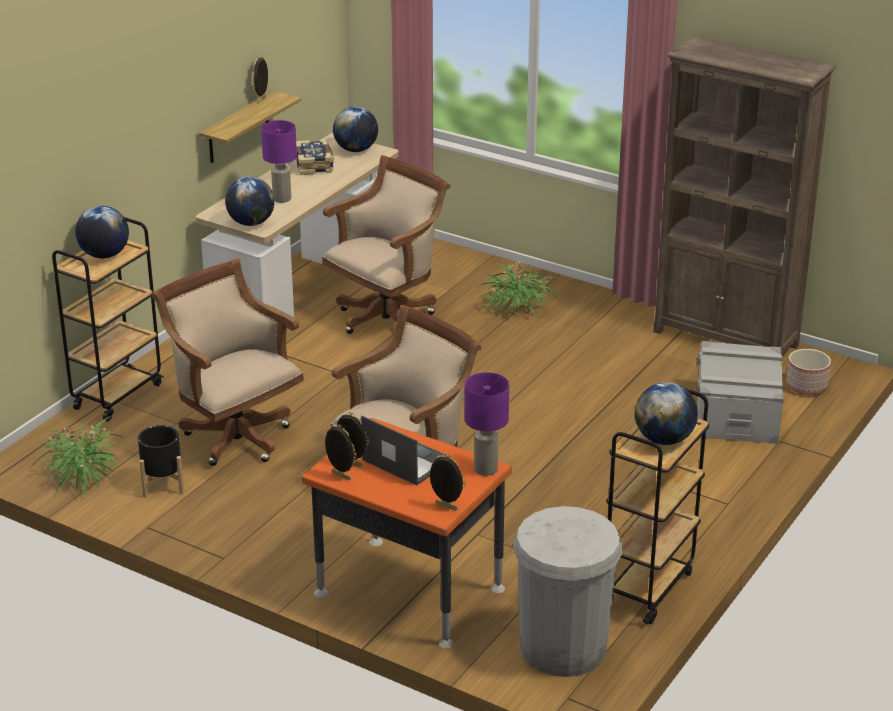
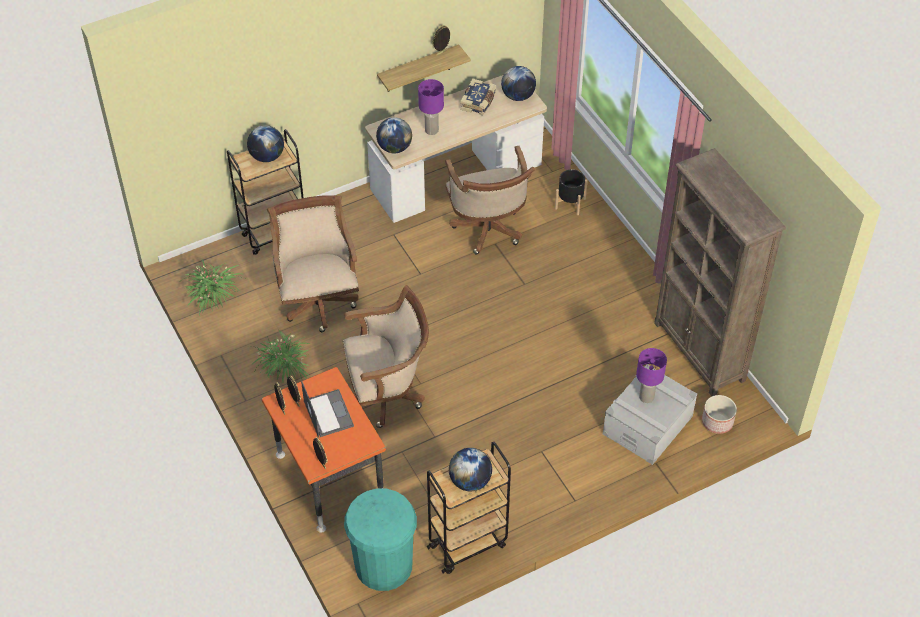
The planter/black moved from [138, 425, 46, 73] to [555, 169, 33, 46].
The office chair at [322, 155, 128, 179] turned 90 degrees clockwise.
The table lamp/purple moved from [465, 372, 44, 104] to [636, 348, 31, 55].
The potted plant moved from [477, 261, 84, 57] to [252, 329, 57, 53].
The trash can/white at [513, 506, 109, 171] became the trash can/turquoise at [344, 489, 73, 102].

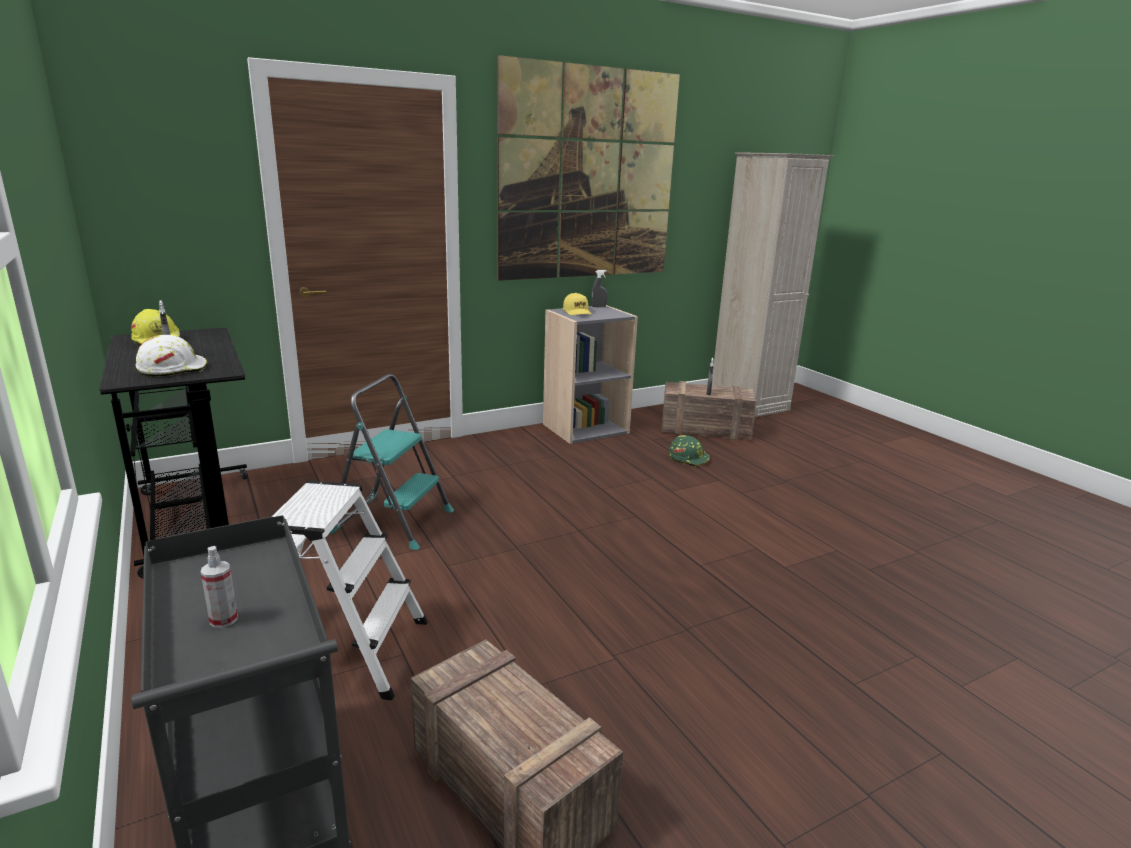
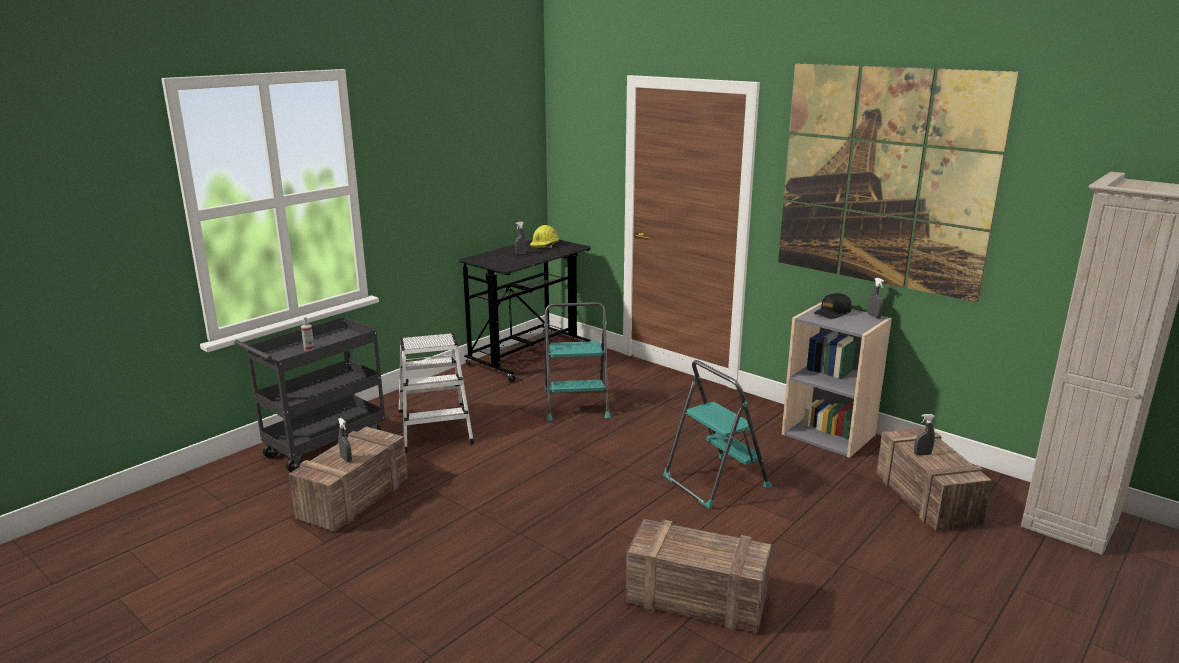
The hard hat/white at [136, 335, 72, 42] disappeared.
The cap/yellow at [563, 293, 28, 22] became the cap/black at [814, 293, 37, 25].
The hard hat/green at [669, 435, 41, 32] disappeared.
The spray bottle/grey at [338, 418, 14, 44] appeared.
The crate at [626, 519, 146, 114] appeared.
The step ladder/turquoise at [663, 360, 109, 149] appeared.

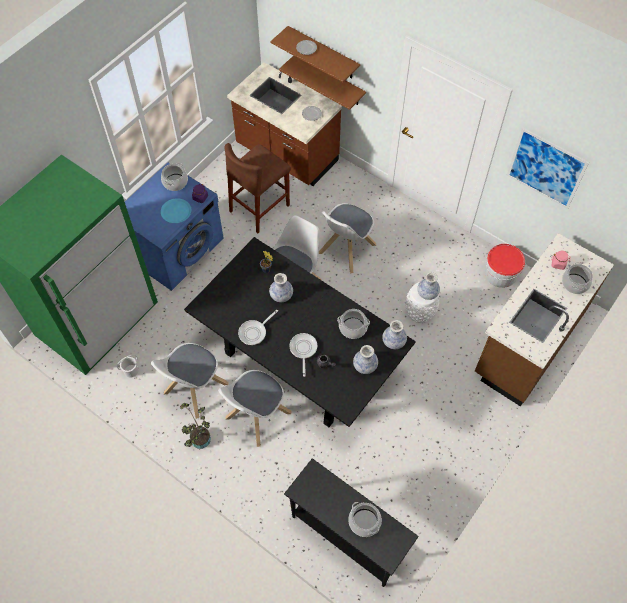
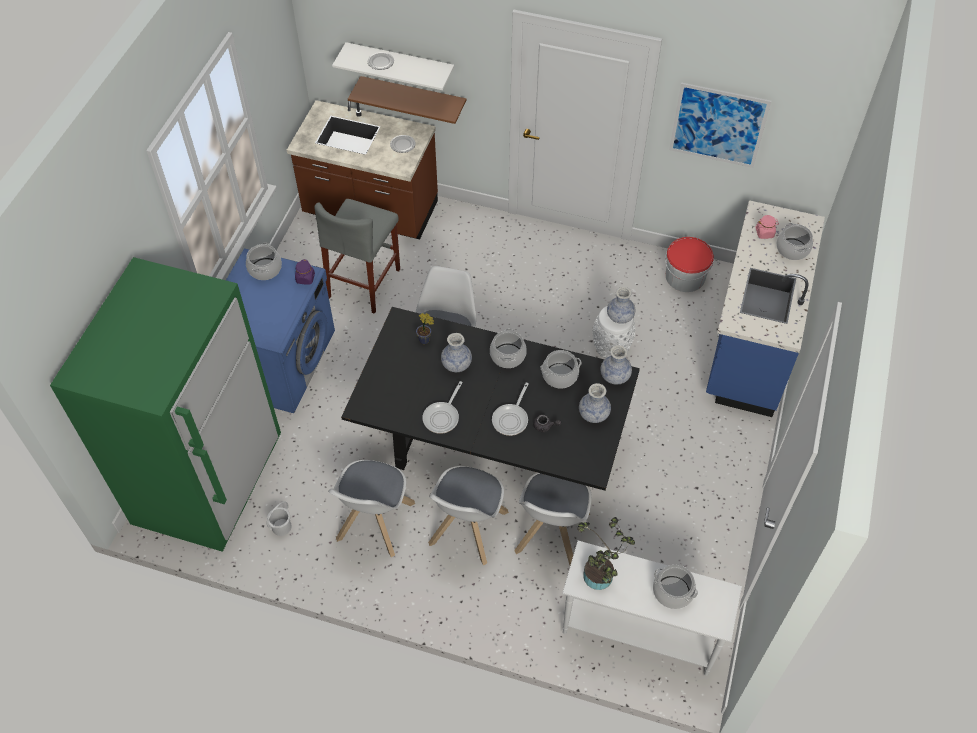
The plate/blue at [161, 198, 30, 25] disappeared.
The potted plant moved from [180, 403, 31, 46] to [577, 517, 58, 73].
The stool/brown at [225, 143, 66, 90] became the stool/grey at [315, 199, 85, 115].
The shelf/brown at [270, 26, 90, 56] became the shelf/white at [332, 42, 122, 48].
The console table/black at [284, 458, 135, 129] became the console table/white at [562, 541, 180, 135].
The frying pan at [289, 333, 28, 44] turned 135 degrees counterclockwise.
The chair moved from [319, 203, 57, 71] to [514, 473, 78, 92].
The counter/brown at [475, 233, 139, 174] became the counter/blue at [706, 200, 119, 217].
The cooking pot at [490, 328, 37, 40] appeared.

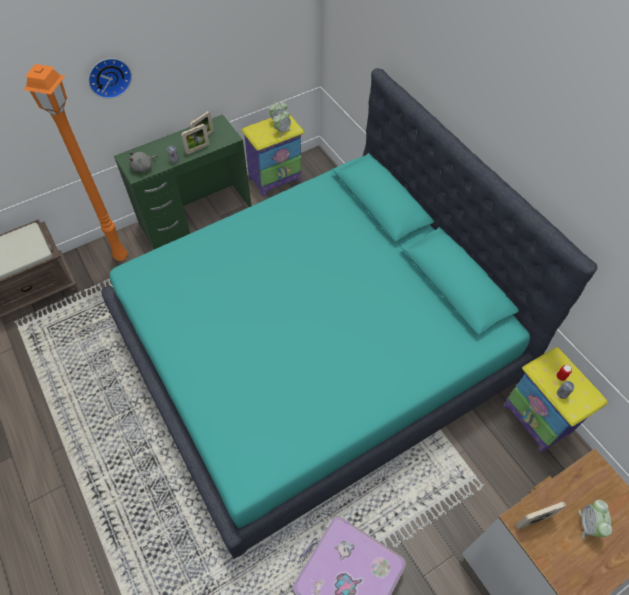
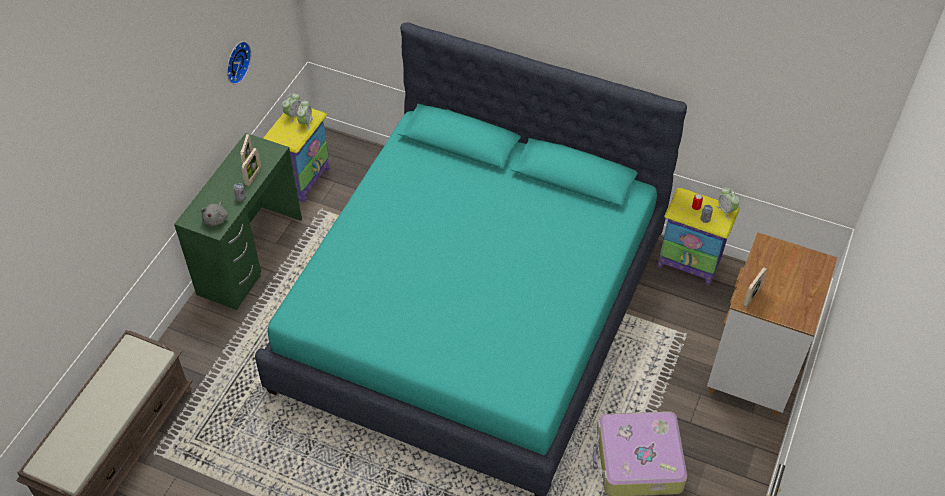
The floor lamp/orange at [23, 64, 105, 197] disappeared.
The wall clock moved from [88, 58, 44, 41] to [227, 41, 24, 43].
The alarm clock moved from [579, 500, 33, 39] to [716, 188, 24, 31].

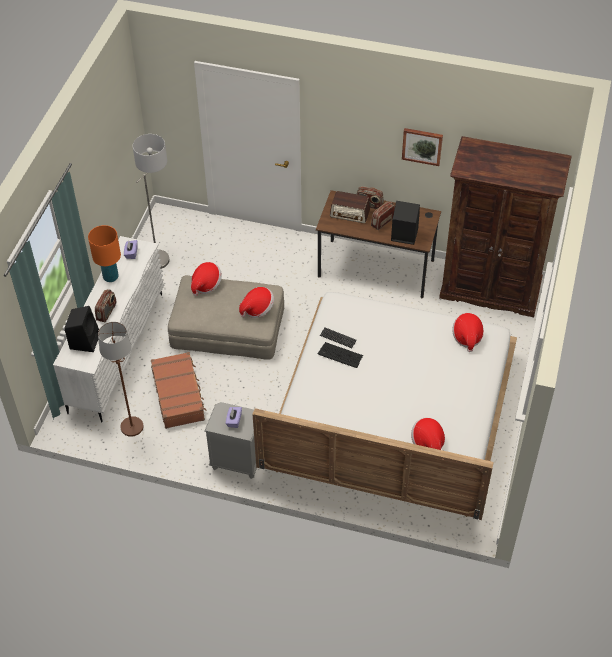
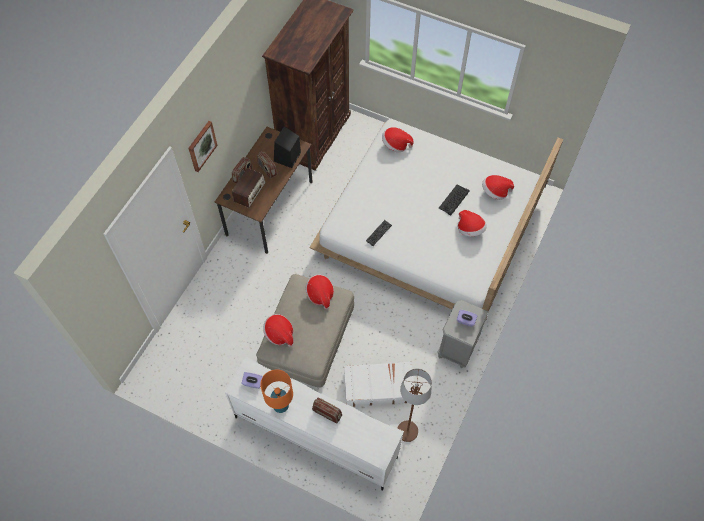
The speaker/black at [64, 306, 35, 46] disappeared.
The floor lamp/grey at [133, 134, 37, 135] disappeared.
The suitcase/brown at [151, 352, 56, 77] became the suitcase/white at [344, 361, 71, 46].
The keyboard moved from [317, 342, 46, 26] to [439, 185, 31, 31].
The picture moved from [402, 128, 41, 38] to [189, 121, 29, 51].
The hat at [458, 210, 29, 27] appeared.

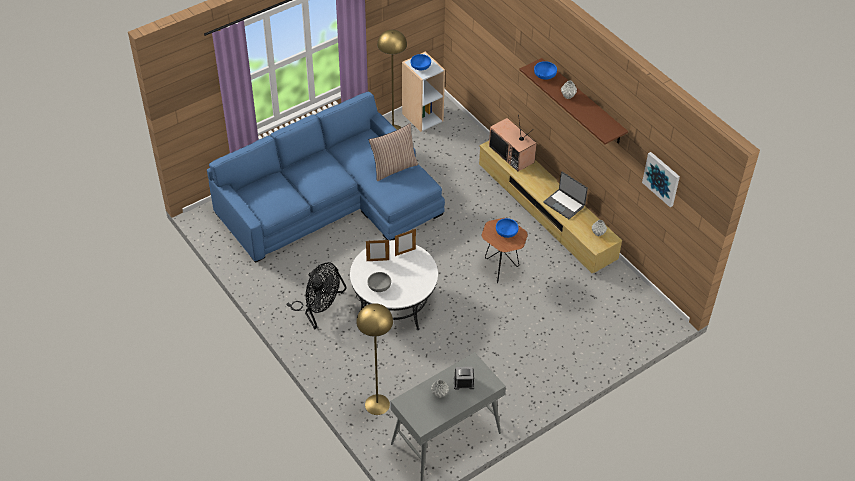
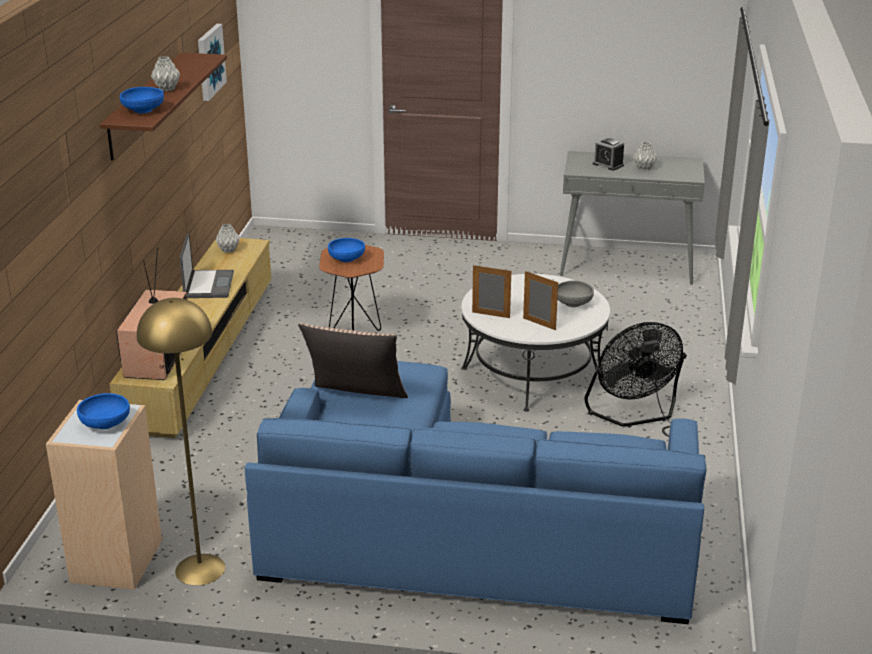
The floor lamp/yellow at [356, 303, 37, 112] disappeared.

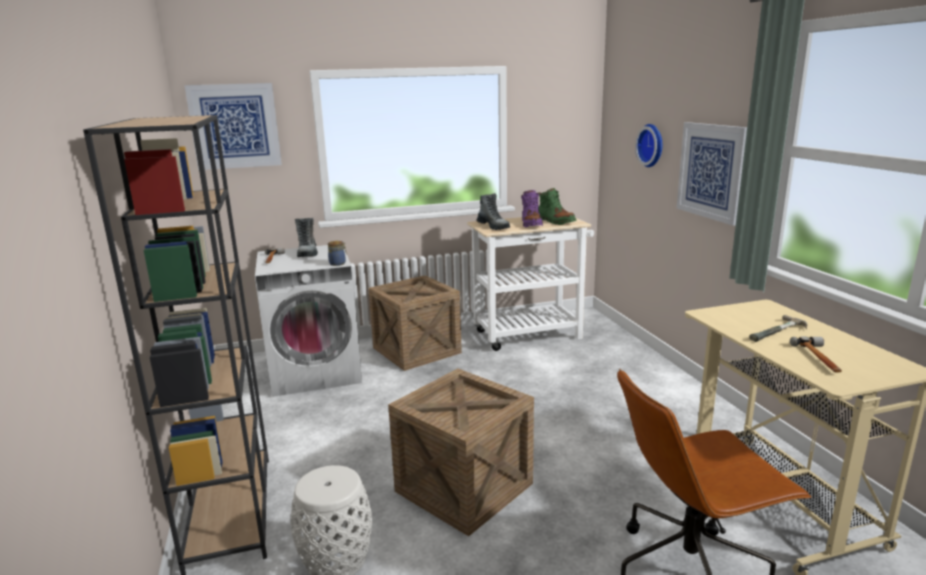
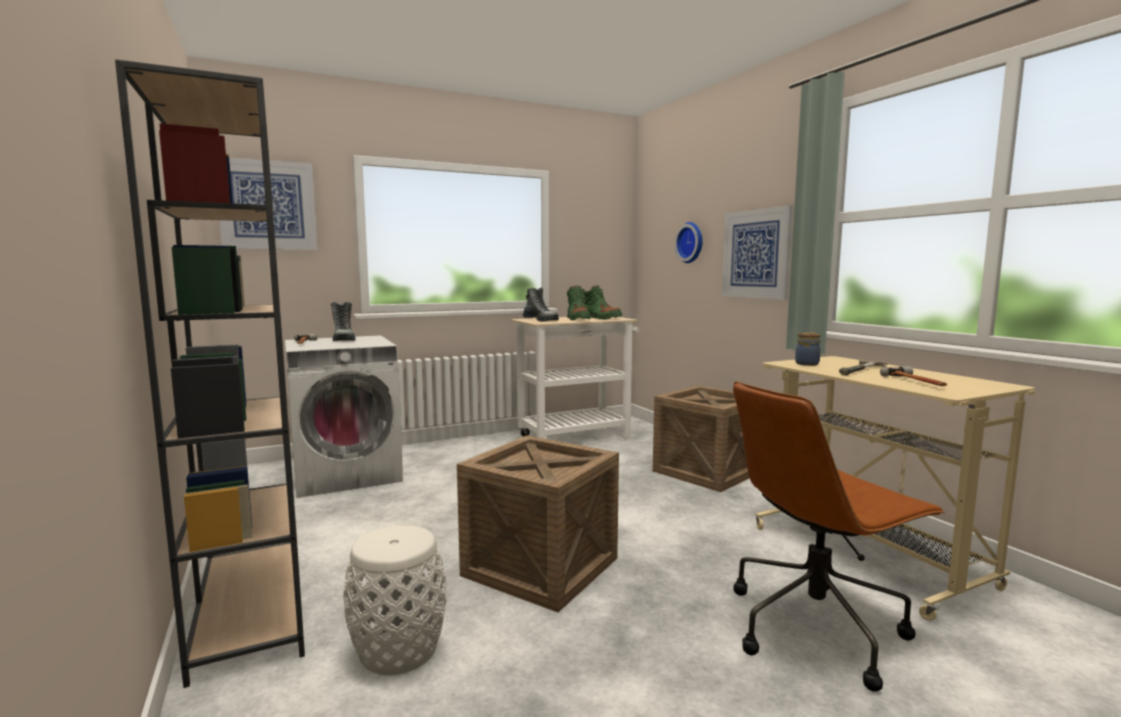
The jar moved from [328, 241, 19, 25] to [795, 332, 26, 34].
The crate moved from [368, 276, 94, 95] to [653, 386, 96, 106].
The boot/purple at [521, 190, 22, 37] became the boot/green at [567, 286, 24, 35].

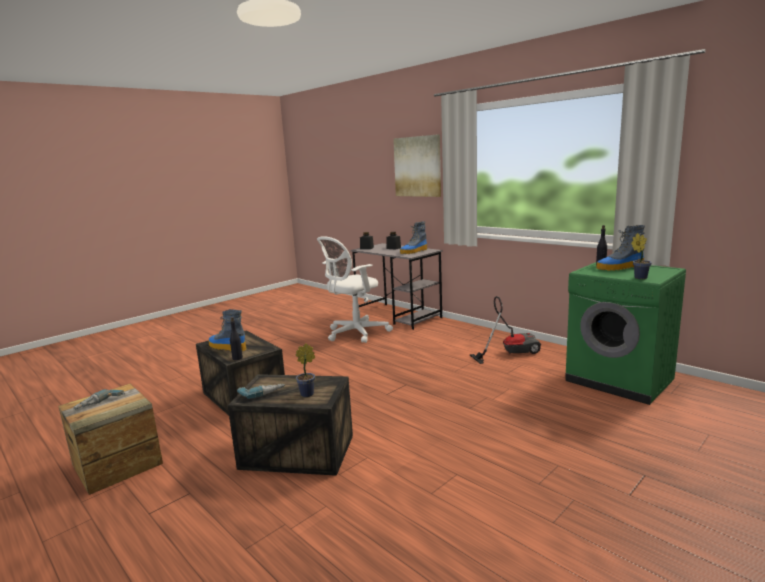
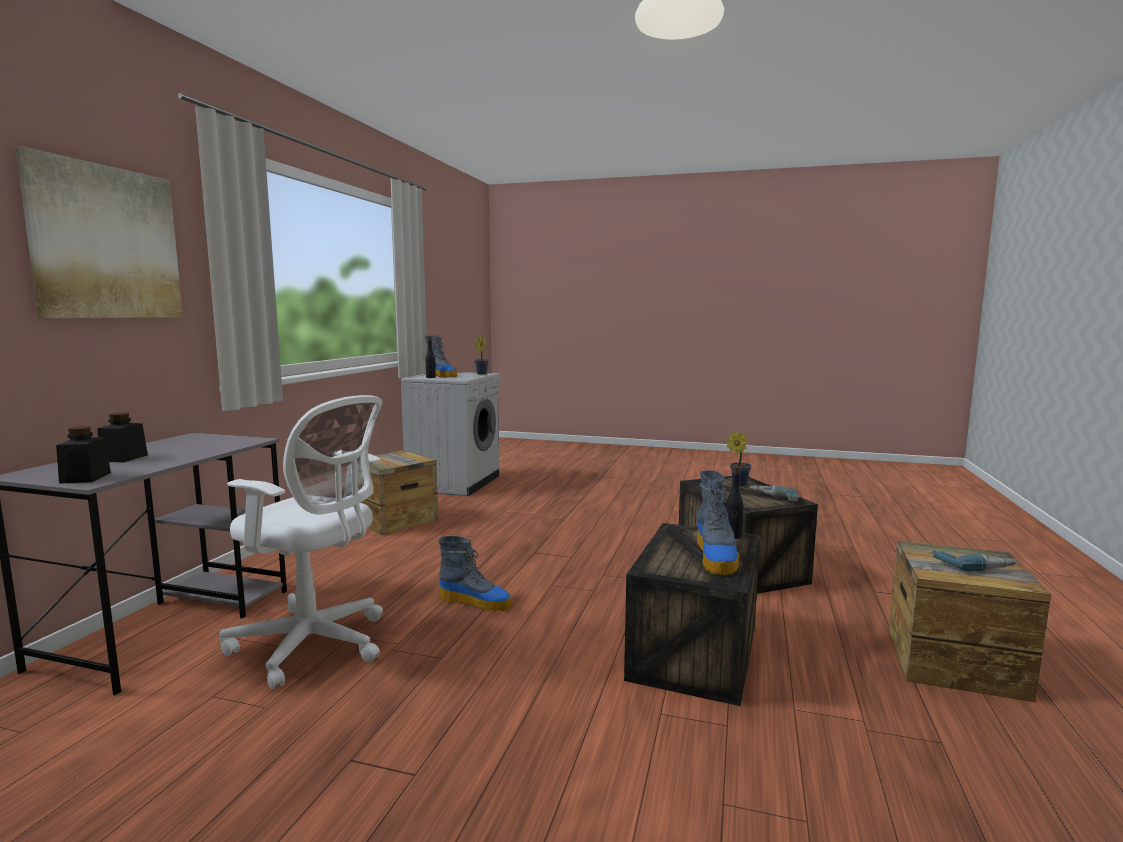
The boot moved from [400, 221, 27, 33] to [438, 536, 73, 76].
The vacuum cleaner at [470, 296, 71, 68] was replaced by the crate at [361, 450, 77, 85].
The washing machine/green at [565, 262, 121, 143] became the washing machine/white at [401, 372, 99, 124].

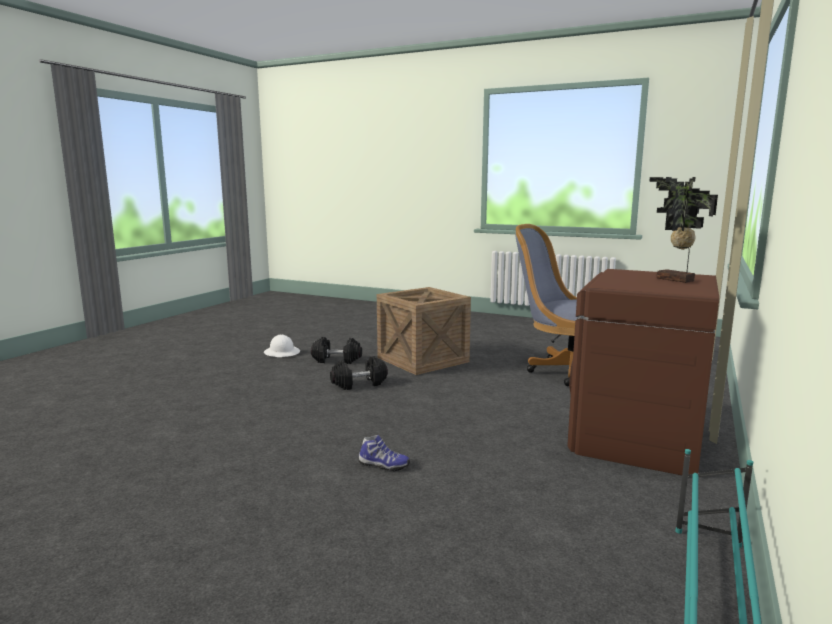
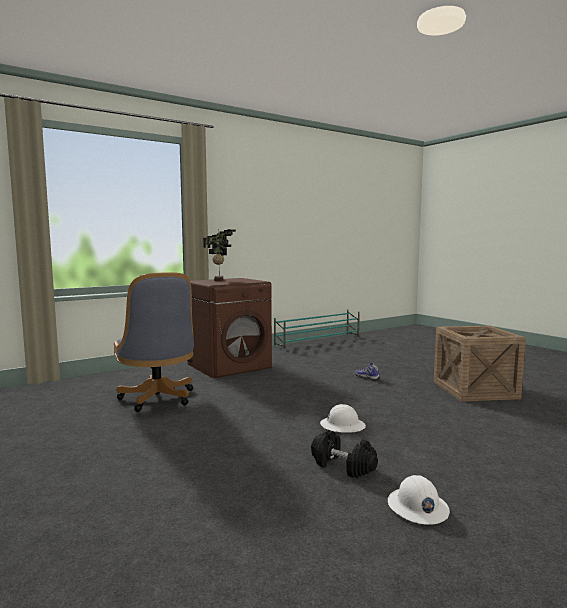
The dumbbell/black at [330, 356, 58, 34] was replaced by the hard hat/white at [320, 404, 46, 29].
The crate moved from [377, 287, 94, 88] to [434, 326, 92, 76].

